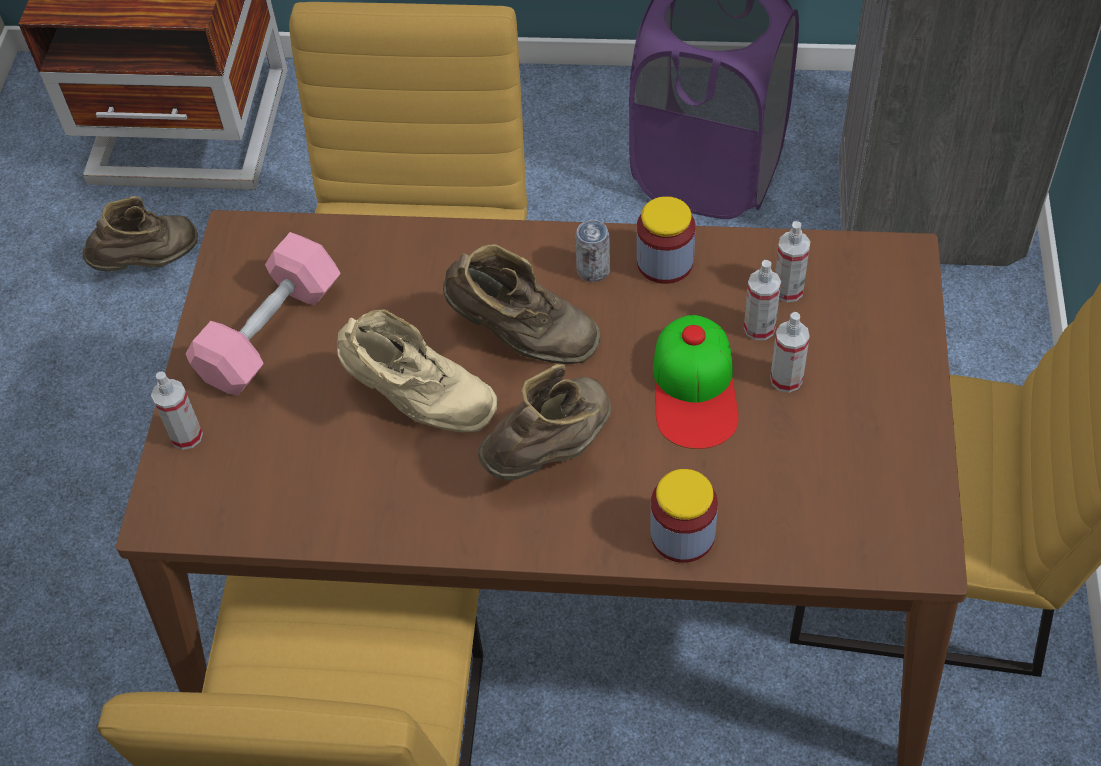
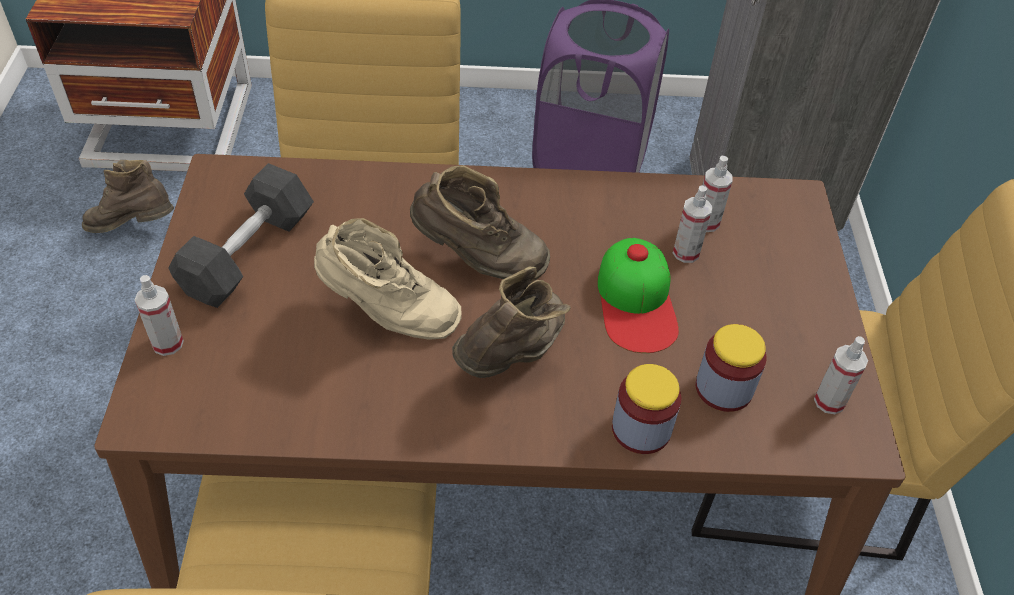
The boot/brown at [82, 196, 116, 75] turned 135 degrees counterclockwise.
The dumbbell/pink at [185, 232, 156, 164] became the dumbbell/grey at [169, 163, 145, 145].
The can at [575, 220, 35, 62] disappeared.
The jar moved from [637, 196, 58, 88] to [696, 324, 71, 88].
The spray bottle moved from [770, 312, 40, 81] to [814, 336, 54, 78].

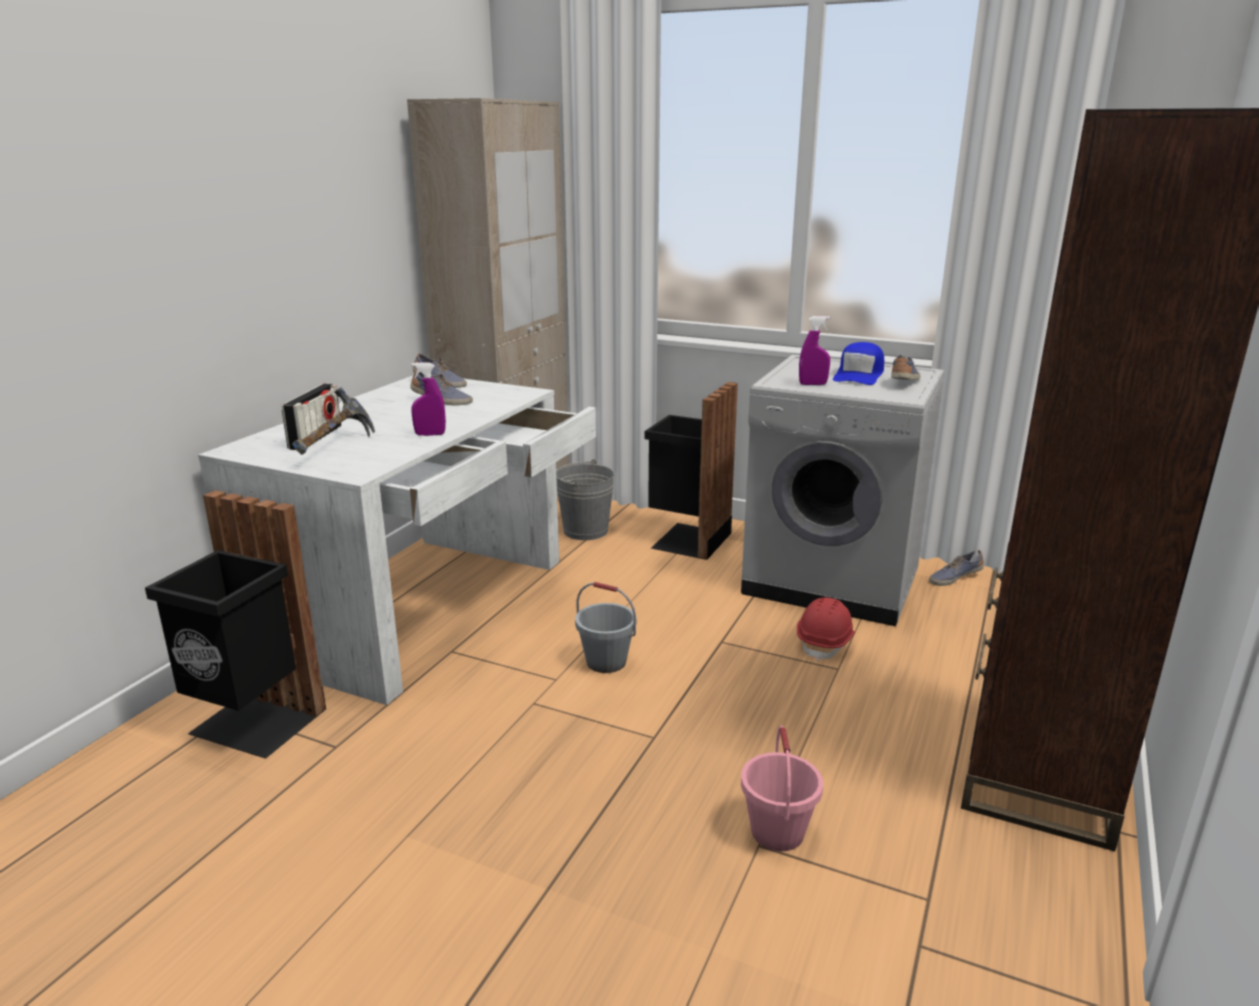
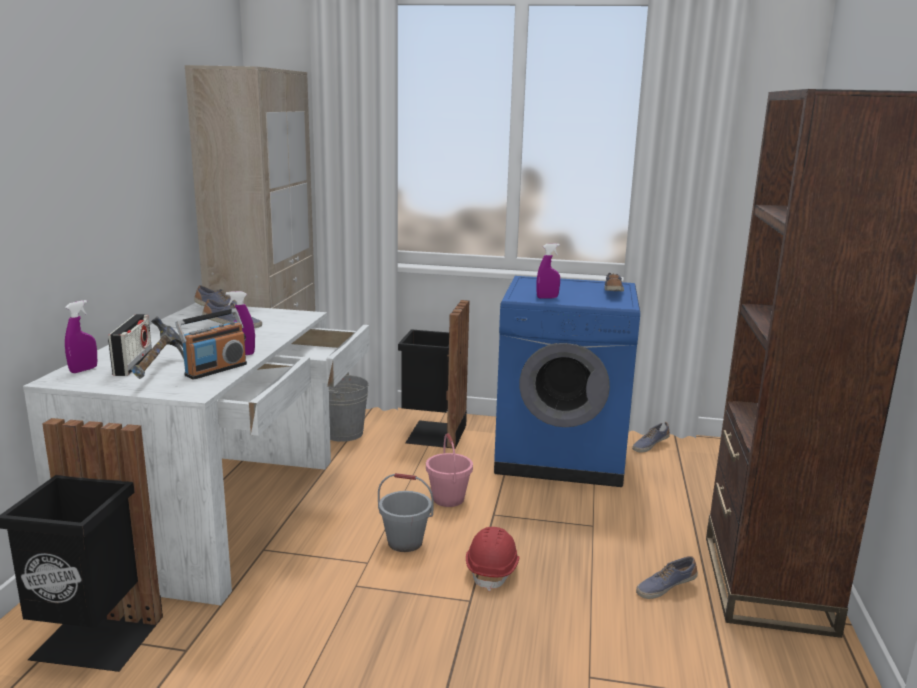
The washing machine/white at [741, 355, 203, 271] became the washing machine/blue at [494, 276, 146, 211].
The bucket/pink moved from [741, 726, 82, 125] to [426, 433, 47, 74].
The hard hat/red moved from [797, 597, 58, 64] to [466, 527, 53, 64].
The cap/blue at [833, 342, 51, 43] disappeared.
The spray bottle/purple at [65, 300, 32, 73] appeared.
The radio at [175, 308, 72, 71] appeared.
The shoe at [636, 556, 62, 43] appeared.

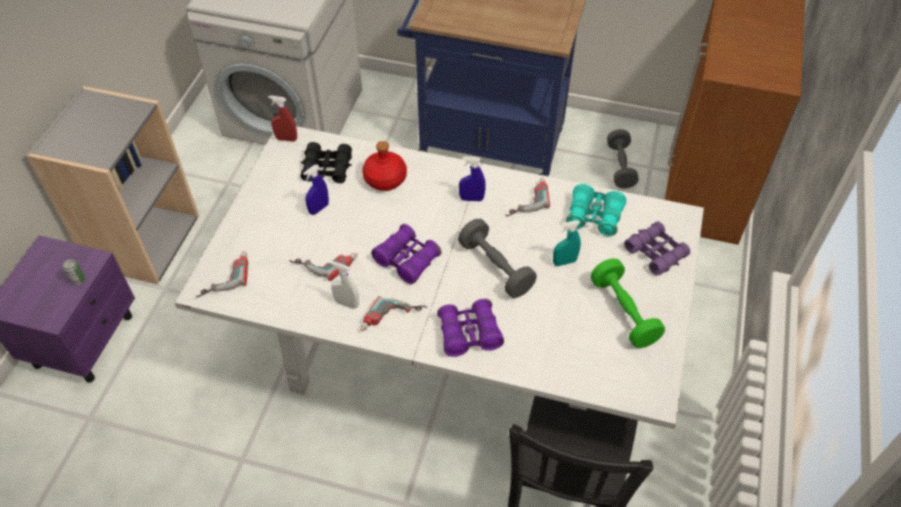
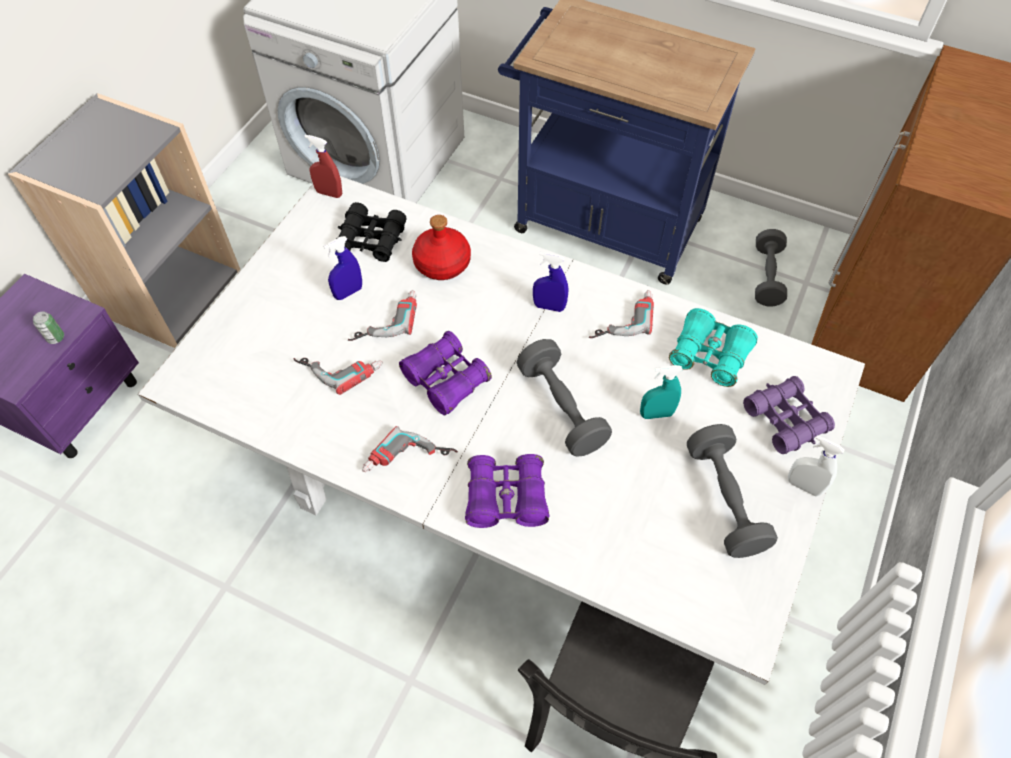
The power drill moved from [196, 251, 52, 46] to [348, 290, 69, 51].
The spray bottle/white moved from [330, 261, 29, 48] to [788, 435, 57, 61].
The dumbbell/green at [590, 258, 75, 90] became the dumbbell/grey at [687, 424, 91, 134].

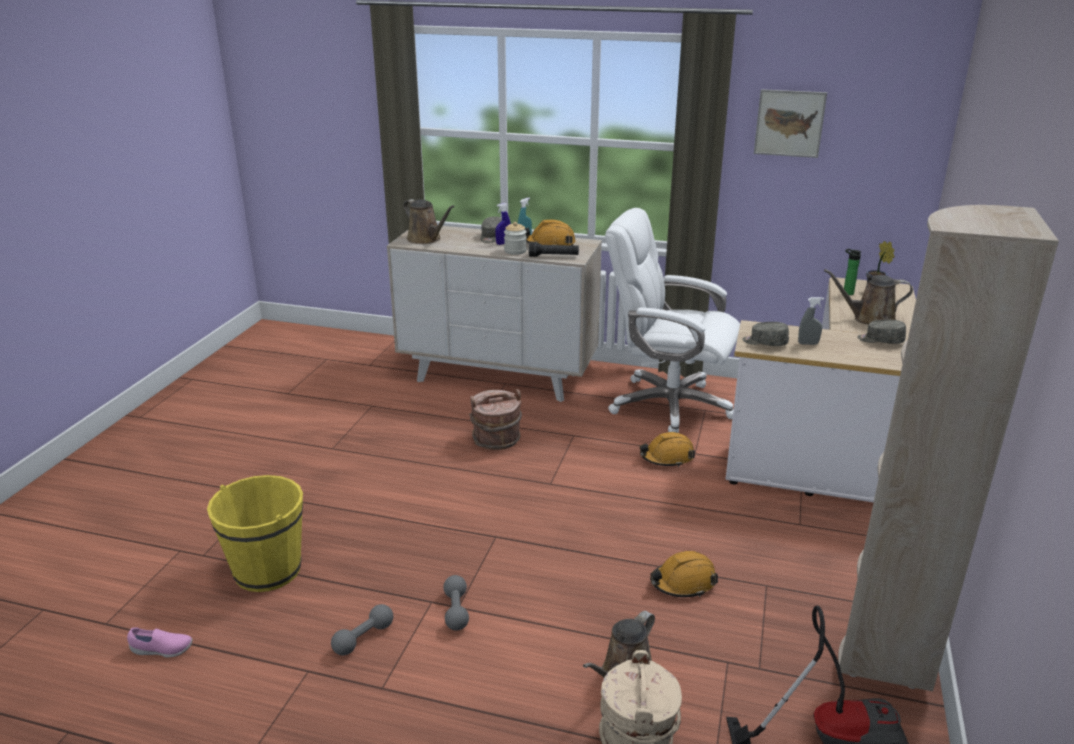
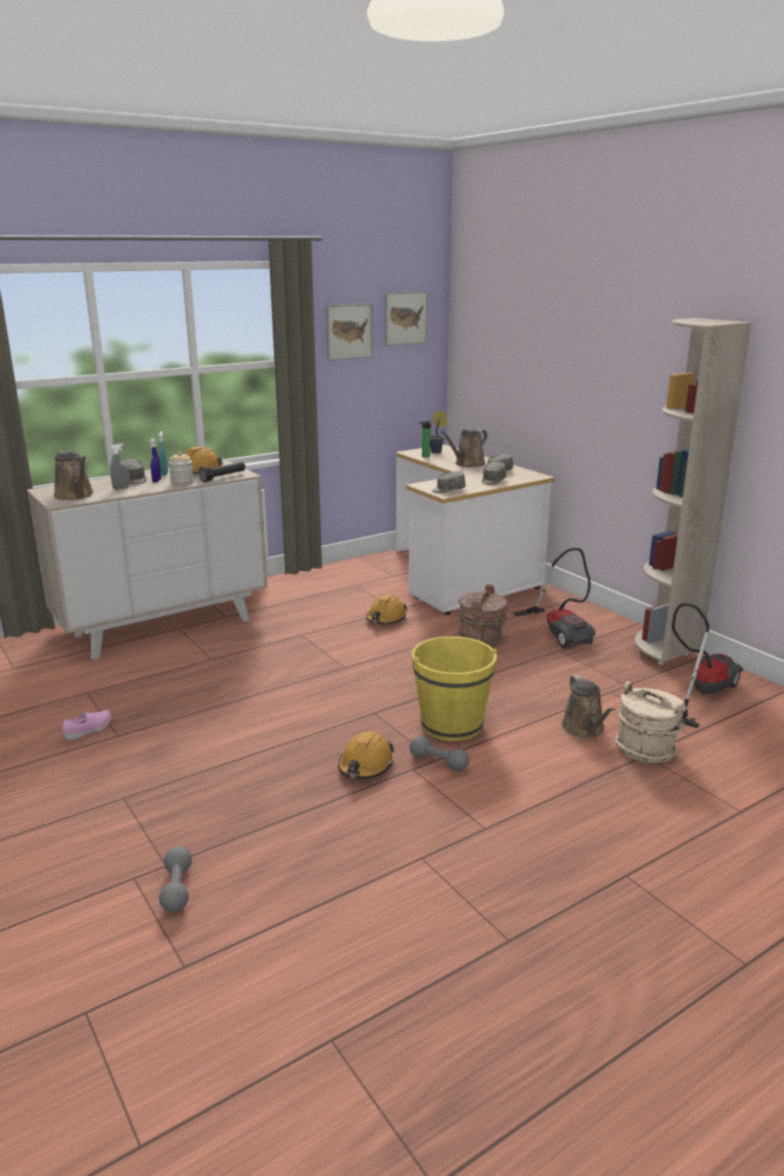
The shoe/pink moved from [127, 627, 65, 30] to [62, 710, 50, 31].
The bucket/yellow moved from [207, 475, 96, 117] to [411, 636, 86, 105].
The dumbbell/grey moved from [331, 604, 62, 51] to [159, 846, 33, 66].
The watering can/brown at [403, 199, 52, 45] turned 60 degrees clockwise.
The bucket/brown moved from [469, 389, 53, 61] to [458, 584, 49, 63].
The office chair/white at [605, 208, 135, 225] disappeared.
The hard hat/orange moved from [650, 551, 68, 46] to [338, 731, 57, 48].
The spray bottle/grey moved from [798, 297, 26, 48] to [110, 443, 20, 47].
The picture at [385, 291, 43, 55] appeared.
The cap/grey at [482, 462, 24, 23] appeared.
The vacuum cleaner at [514, 548, 81, 101] appeared.

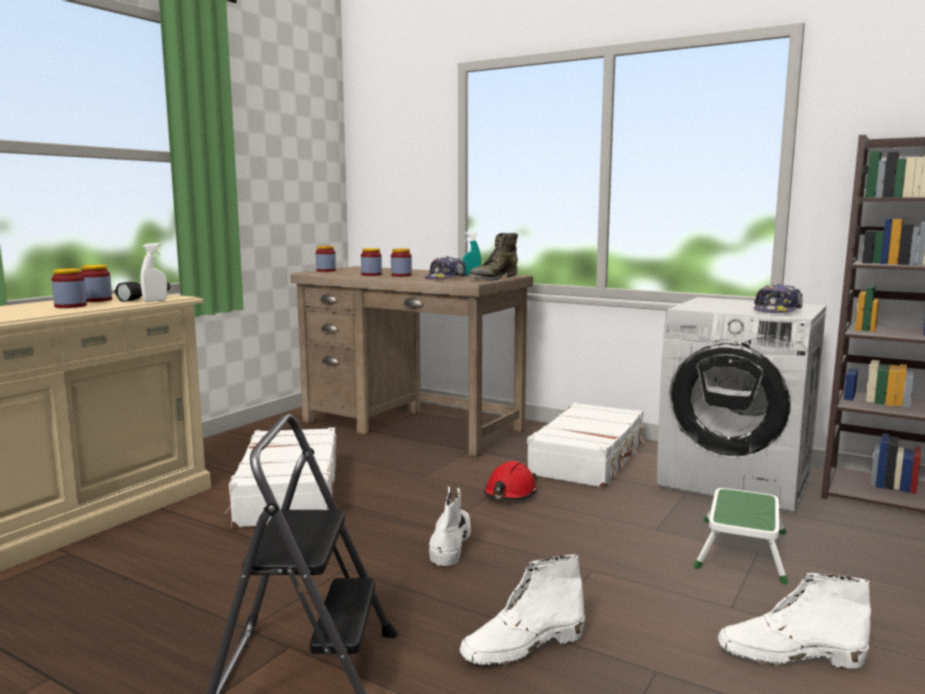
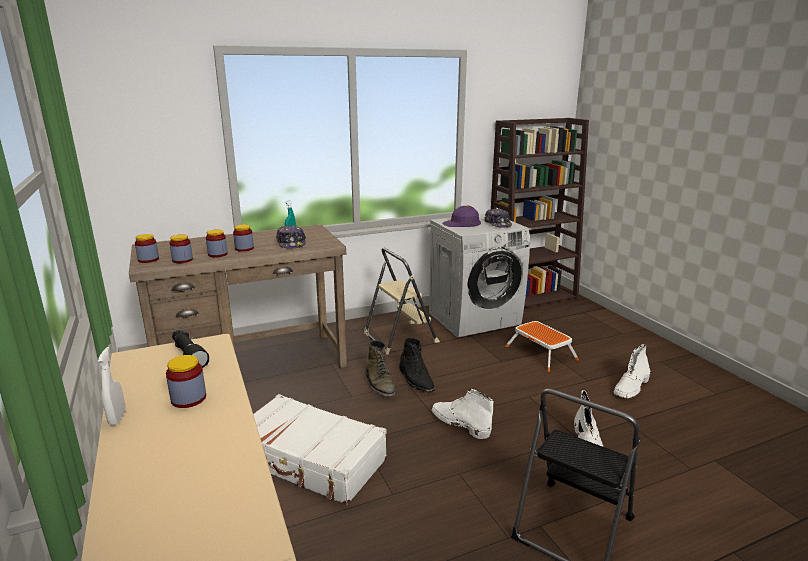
The jar moved from [81, 265, 31, 37] to [169, 234, 24, 29].
The spray bottle/white moved from [140, 243, 27, 59] to [98, 347, 28, 78].
The boot/green moved from [468, 233, 50, 48] to [365, 340, 31, 56].
The hard hat/red at [484, 461, 54, 39] was replaced by the boot/black at [399, 337, 36, 55].
The suitcase/white at [527, 402, 118, 86] was replaced by the step ladder/beige at [364, 248, 76, 107].
The step ladder/green at [693, 488, 95, 97] became the step ladder/orange at [505, 321, 74, 51].
The hard hat/purple at [443, 206, 38, 21] appeared.

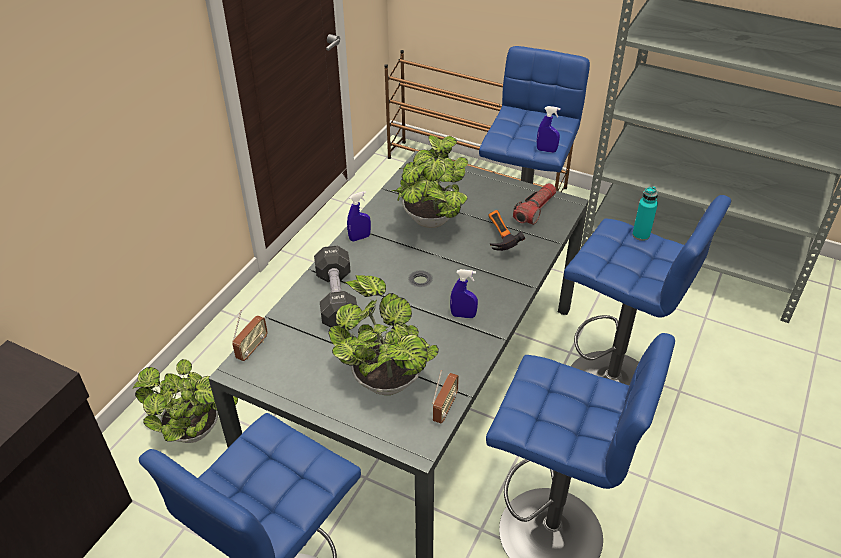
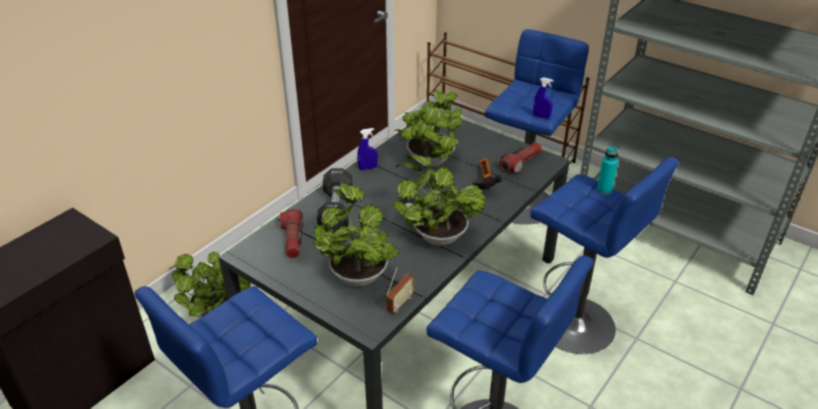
The radio at [232, 310, 36, 51] disappeared.
The spray bottle/blue at [450, 269, 28, 49] was replaced by the potted plant at [393, 155, 92, 91].
The flashlight at [280, 208, 23, 50] appeared.

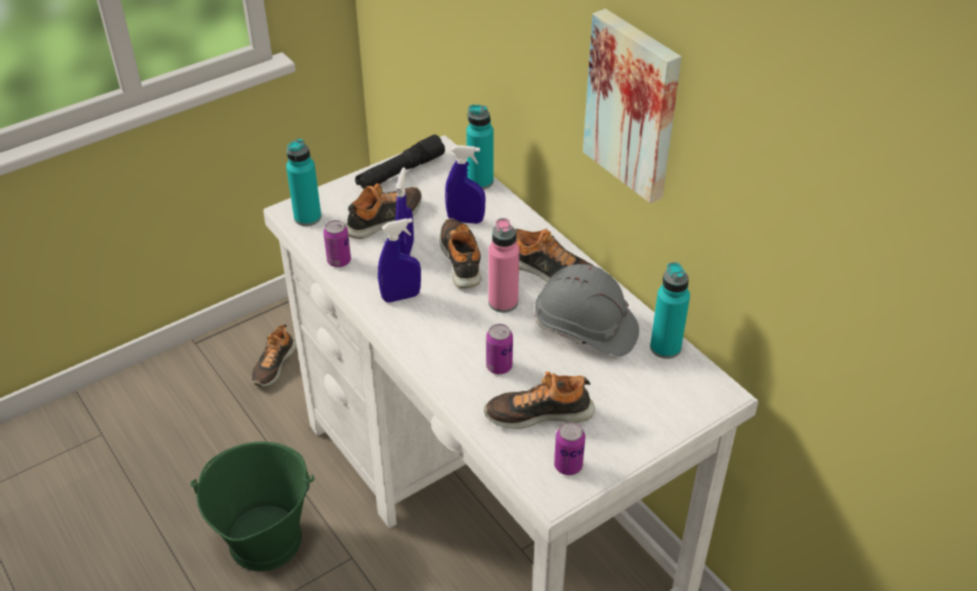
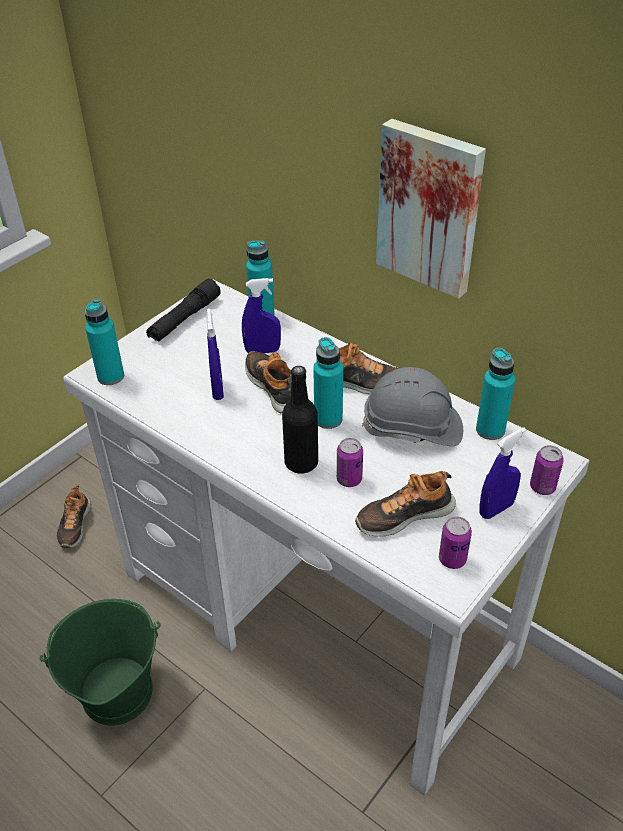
The can moved from [323, 220, 28, 47] to [530, 445, 34, 50].
The shoe at [345, 183, 77, 56] disappeared.
The spray bottle/blue moved from [378, 218, 43, 85] to [479, 428, 47, 91].
The bottle/pink at [489, 218, 30, 95] became the bottle/turquoise at [313, 337, 30, 92].
The bottle/black at [282, 366, 36, 108] appeared.

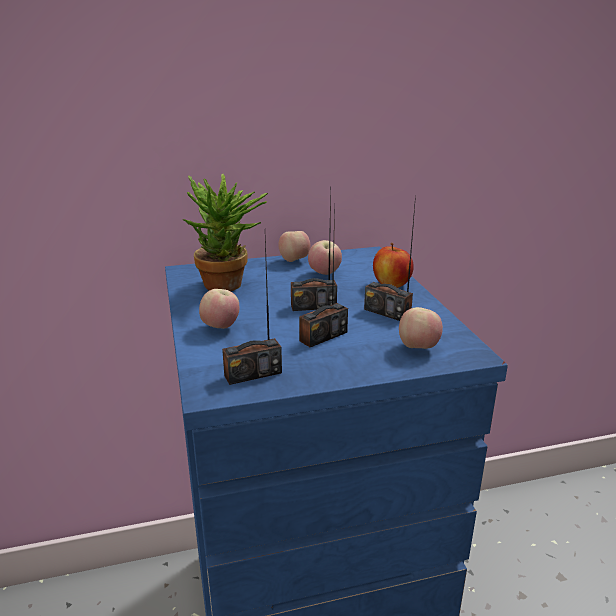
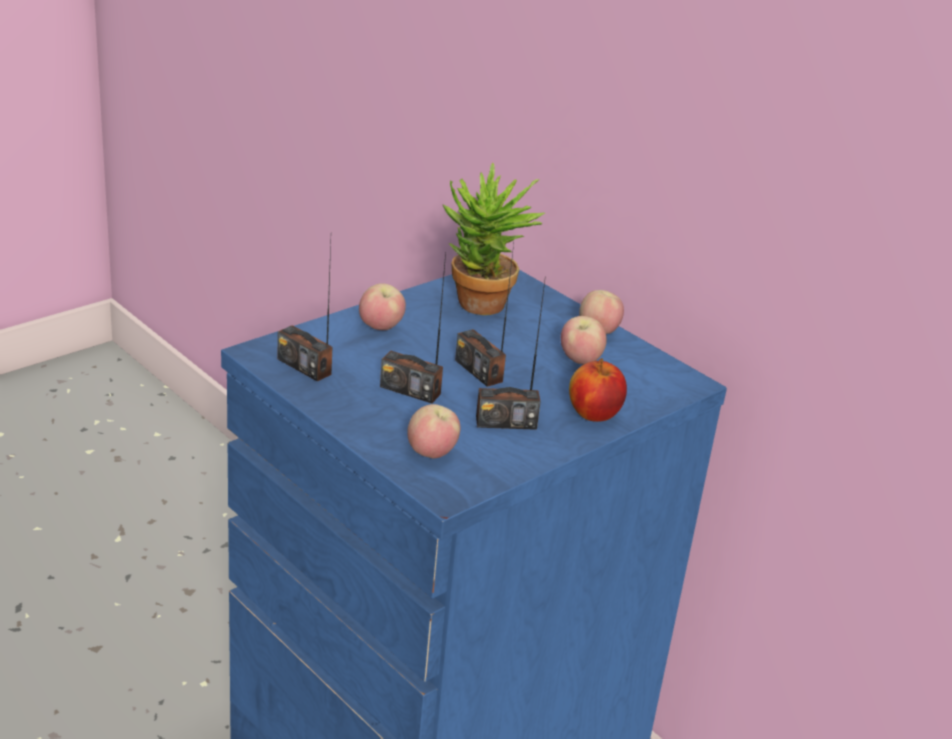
The radio at [364, 195, 52, 126] turned 105 degrees counterclockwise.

